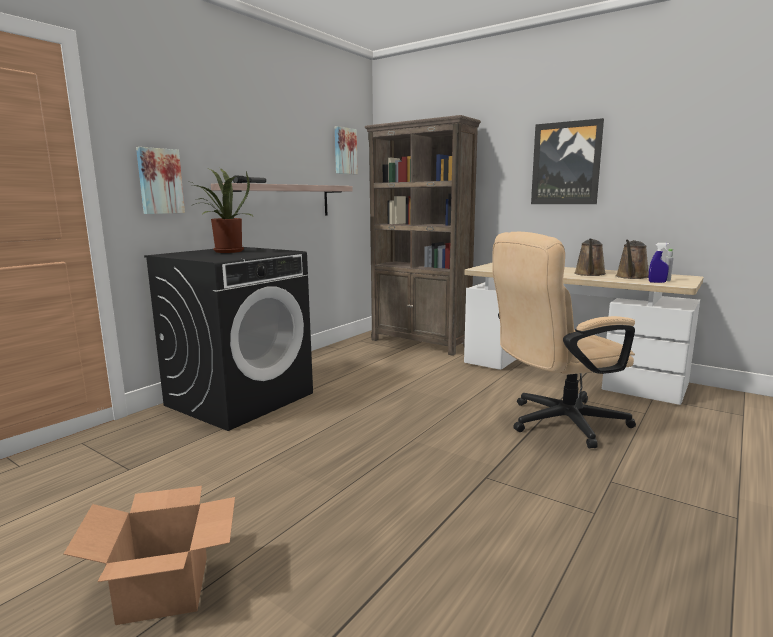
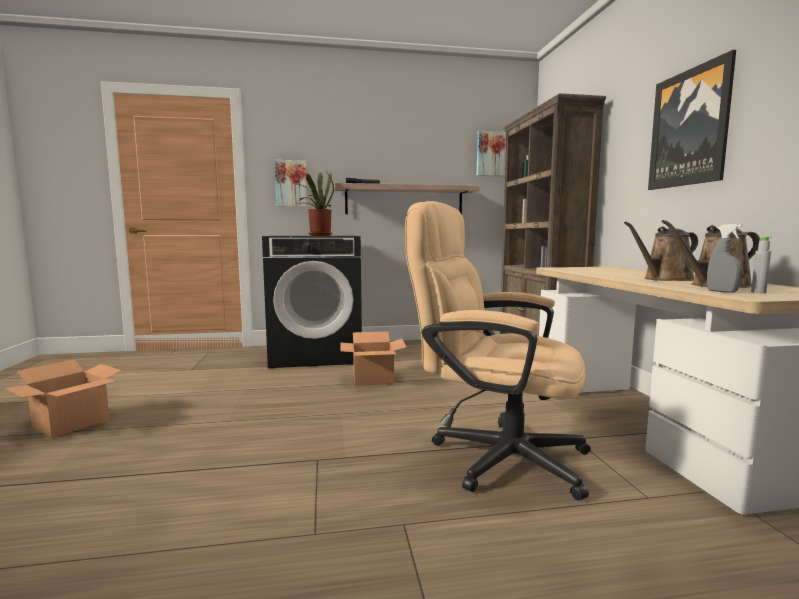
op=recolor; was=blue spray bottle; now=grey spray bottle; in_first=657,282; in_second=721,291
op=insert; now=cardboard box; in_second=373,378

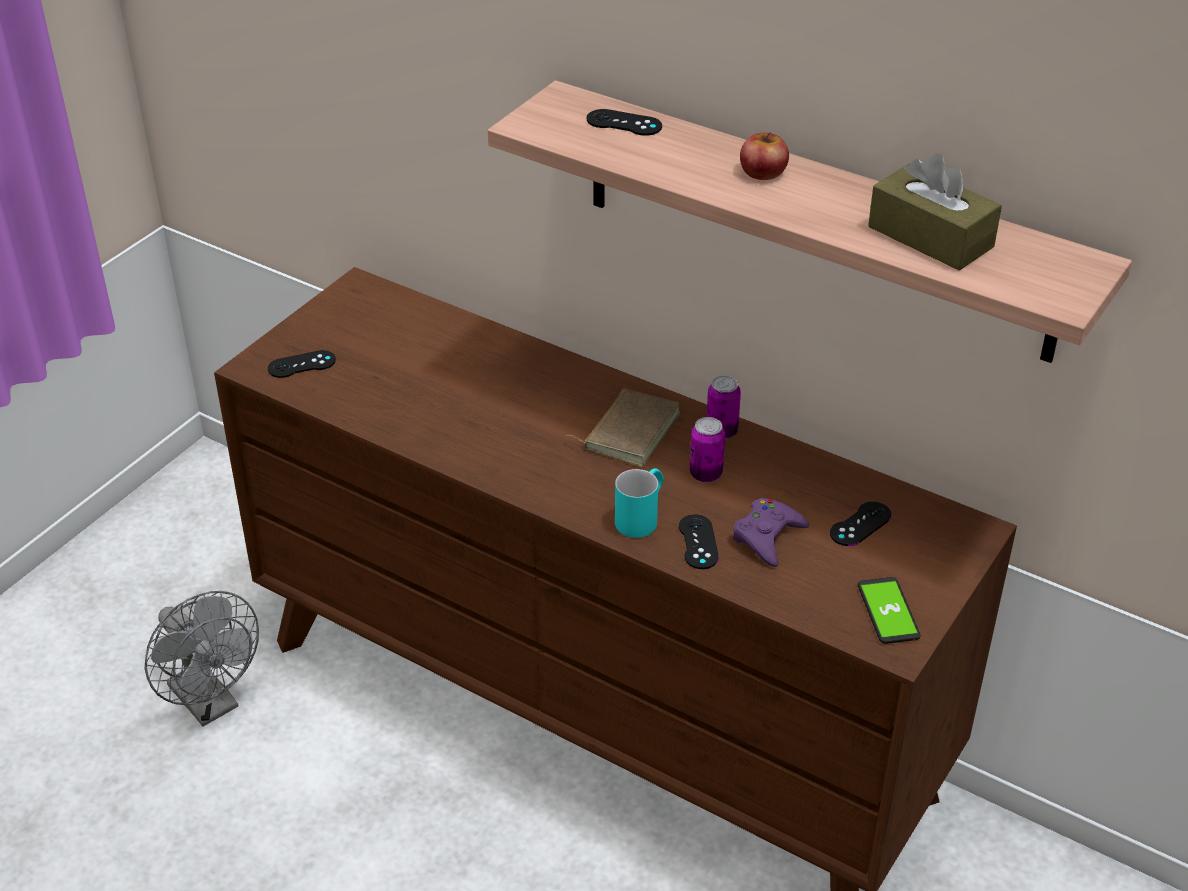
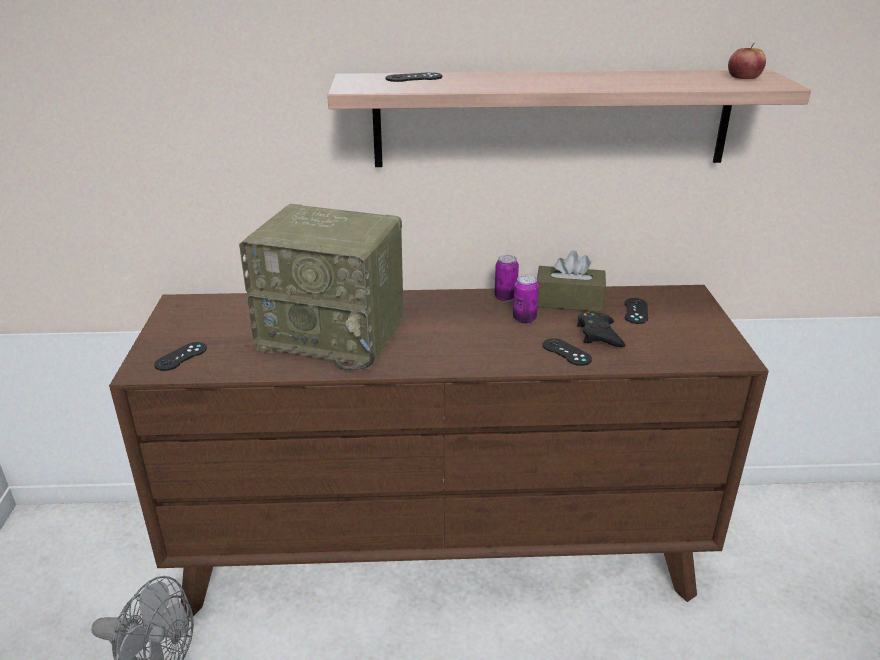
op=move; was=apple; in_first=763,171; in_second=744,77
op=move; was=brown tissue box; in_first=930,237; in_second=569,301
op=delete; was=brown book; in_first=629,430
op=delete; was=turquoise mug; in_first=642,517
op=recolor; was=purple game controller; now=black game controller; in_first=767,537; in_second=599,335
op=delete; was=phone; in_first=888,611
op=insert; now=radio; in_second=335,335

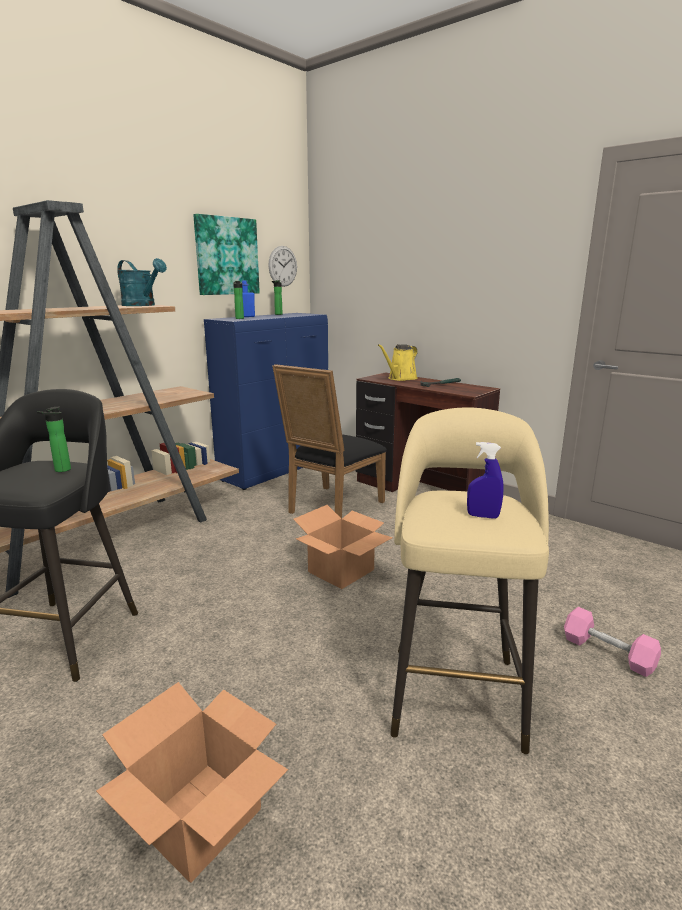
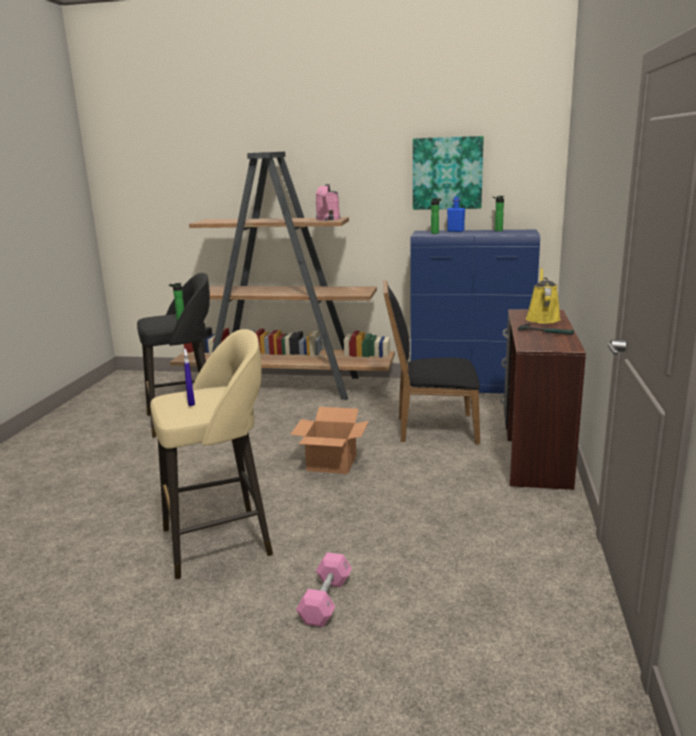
op=delete; was=wall clock; in_first=283,266
op=recolor; was=turquoise watering can; now=pink watering can; in_first=142,305; in_second=327,219
op=rotate; was=yellow watering can; in_first=400,378; in_second=542,318; clockwise=90
op=delete; was=cardboard box; in_first=200,816

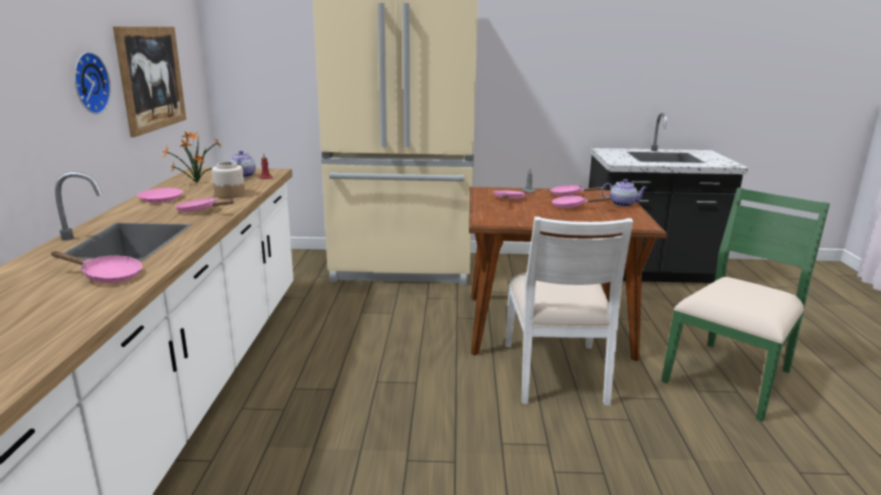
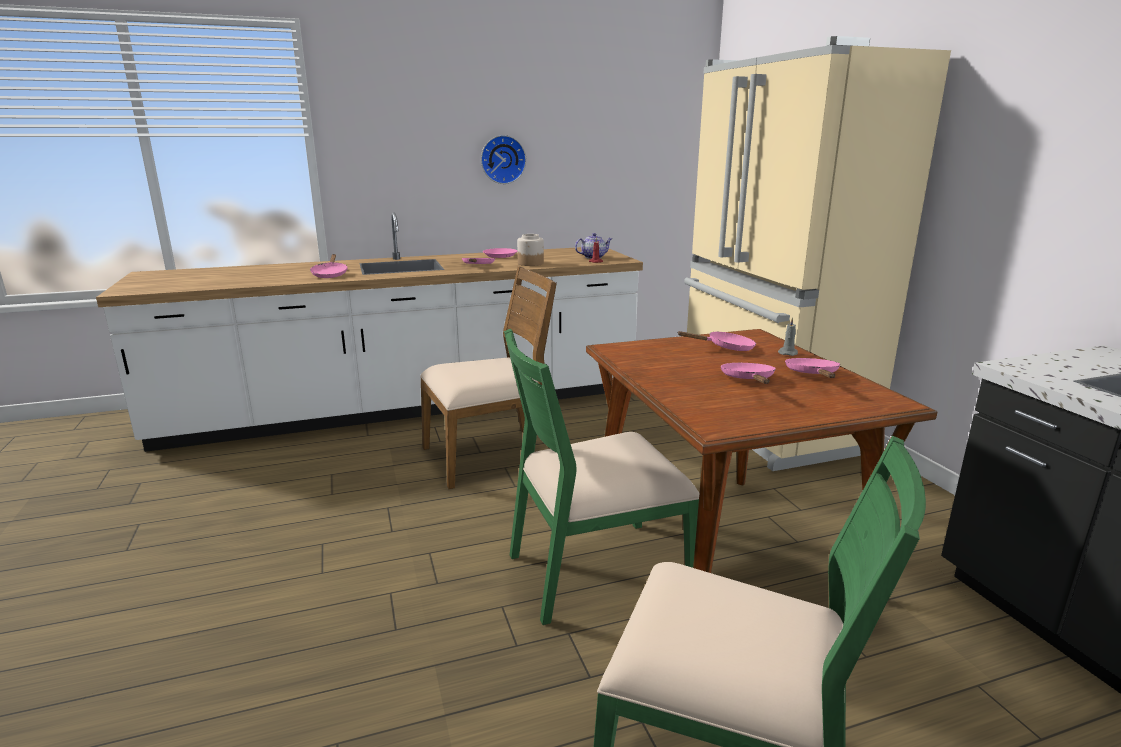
op=delete; was=picture; in_first=151,78
op=delete; was=potted plant; in_first=195,183
op=delete; was=teapot; in_first=623,204
op=recolor; was=white chair; now=green chair; in_first=556,373; in_second=596,571
op=insert; now=brown chair; in_second=490,455

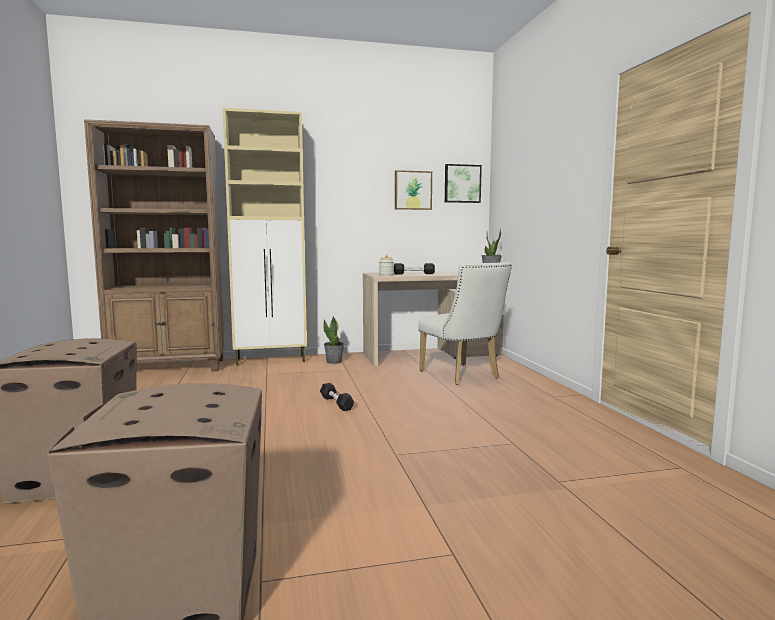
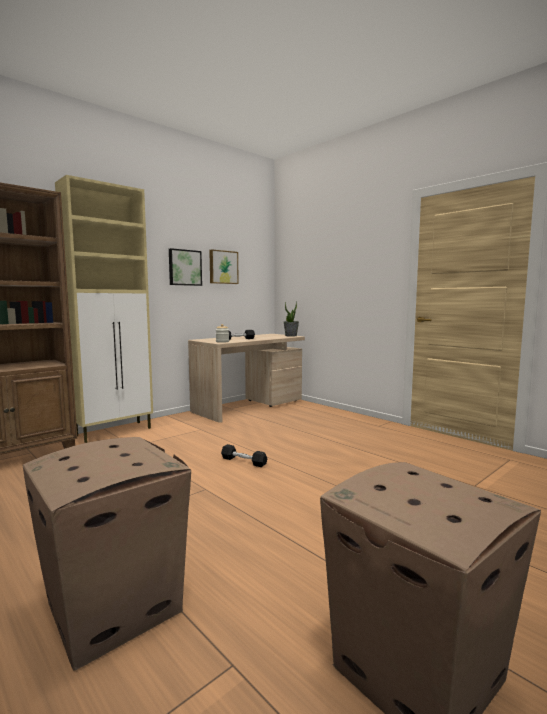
op=move; was=picture; in_first=462,184; in_second=184,267
op=delete; was=white chair; in_first=463,376
op=delete; was=potted plant; in_first=334,362

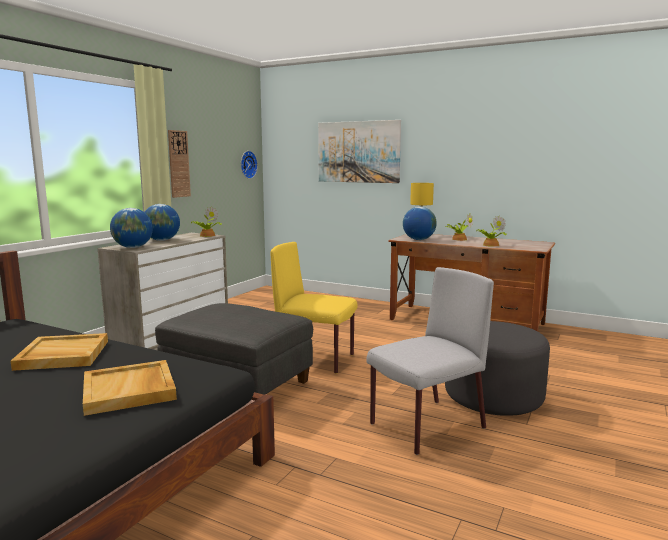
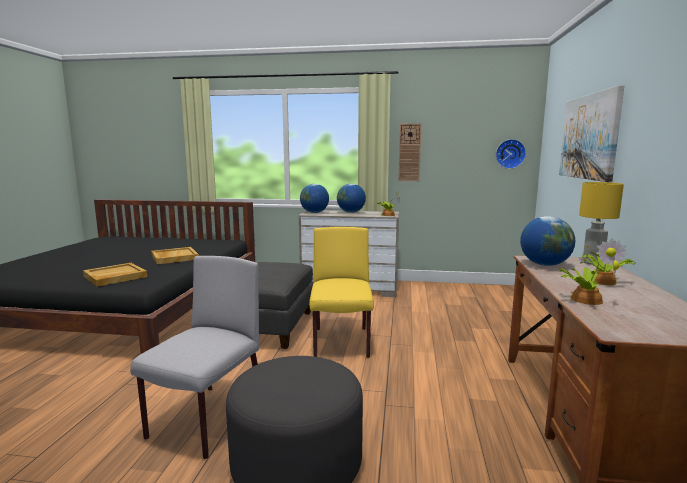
op=rotate; was=grey chair; in_first=426,426; in_second=207,421; clockwise=-105

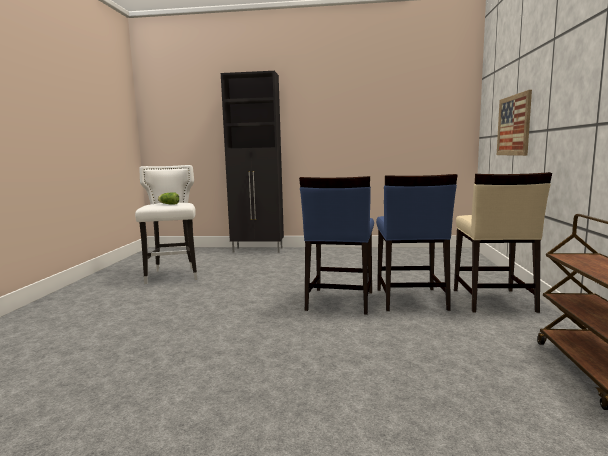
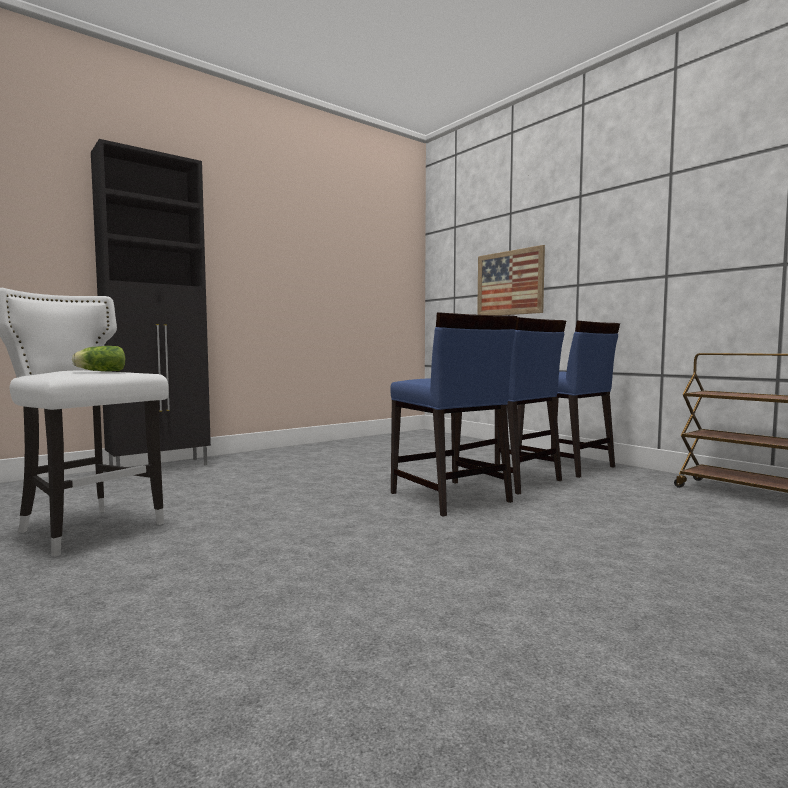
op=recolor; was=beige chair; now=blue chair; in_first=493,301; in_second=565,466

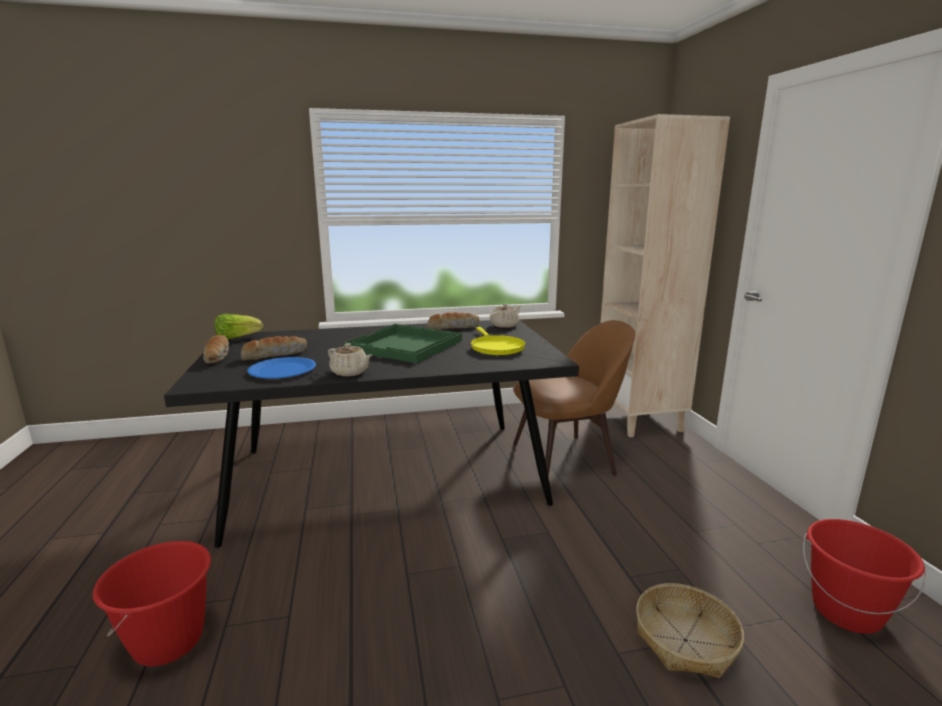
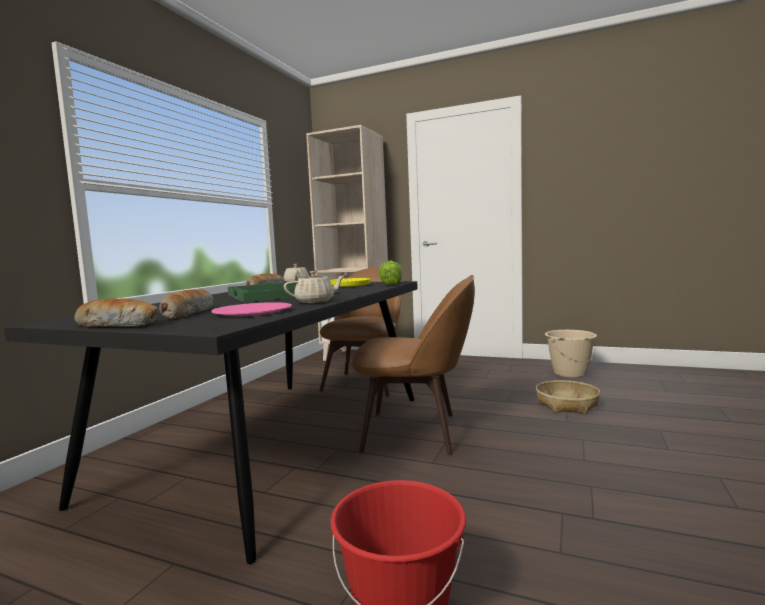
op=move; was=lettuce; in_first=237,338; in_second=392,284
op=recolor; was=blue plate; now=pink plate; in_first=282,370; in_second=252,312
op=recolor; was=red bucket; now=beige bucket; in_first=846,612; in_second=569,373
op=insert; now=brown chair; in_second=415,432

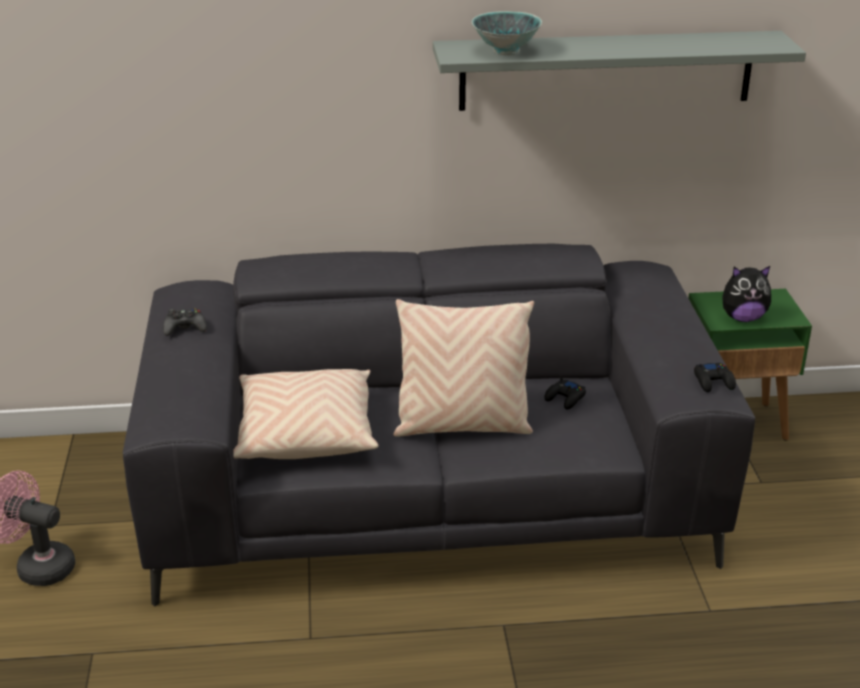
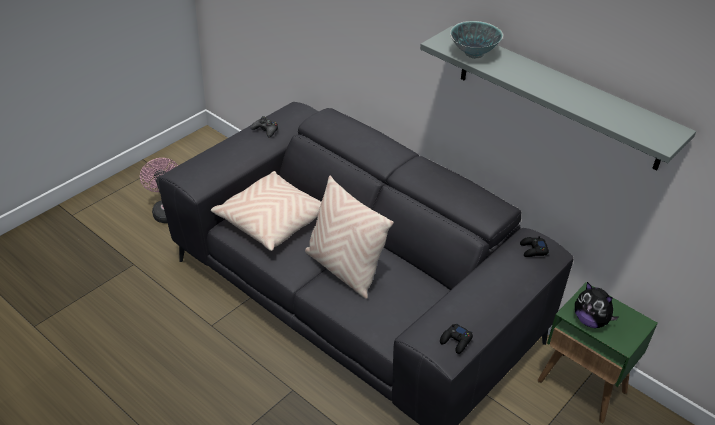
op=move; was=black game controller; in_first=565,398; in_second=533,250

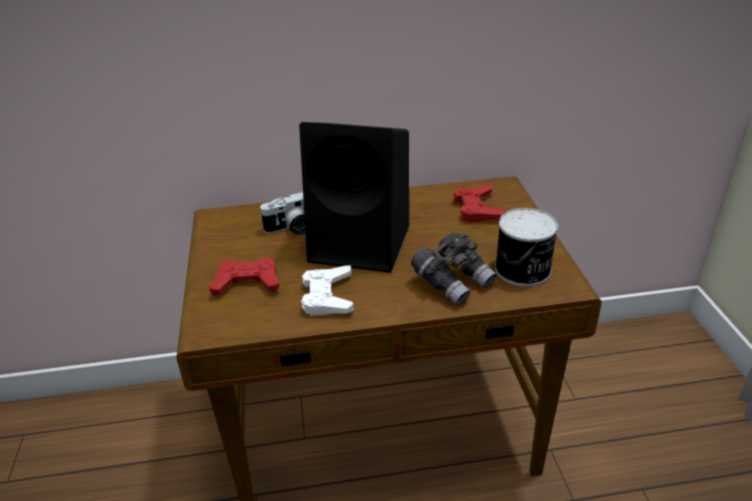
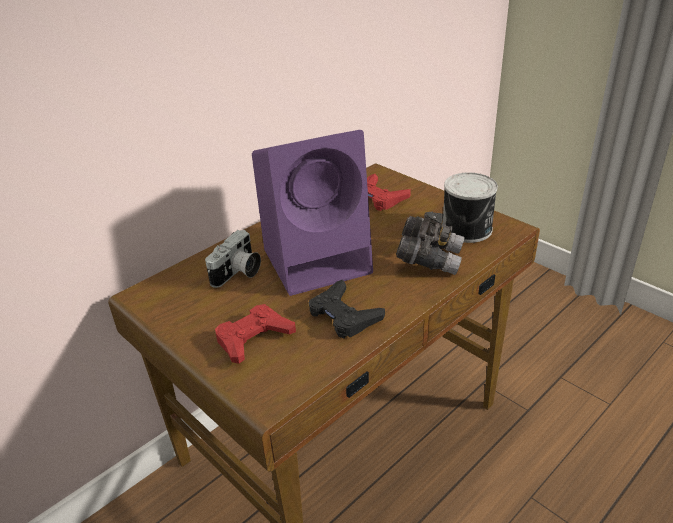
op=recolor; was=black speaker; now=purple speaker; in_first=363,243; in_second=319,260
op=recolor; was=white game controller; now=black game controller; in_first=327,296; in_second=344,315

